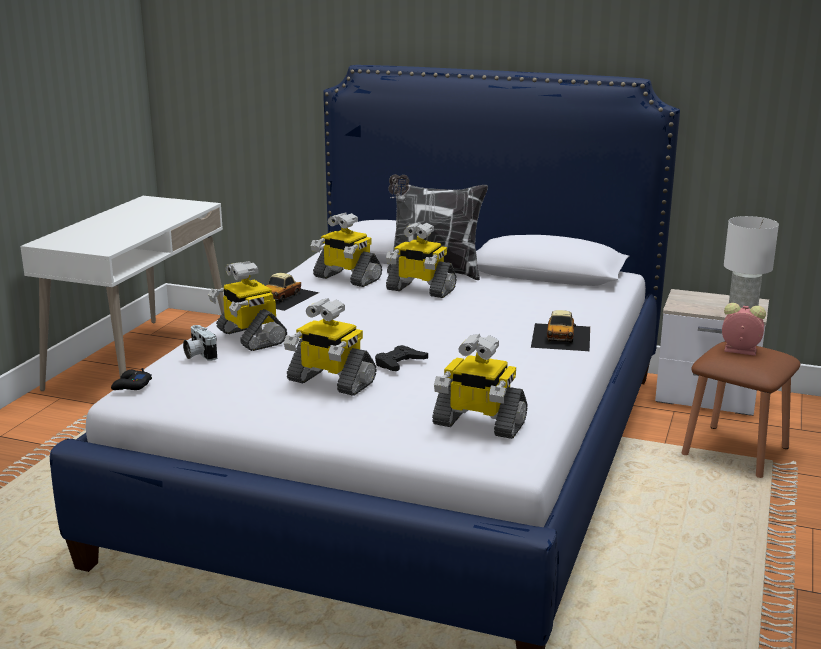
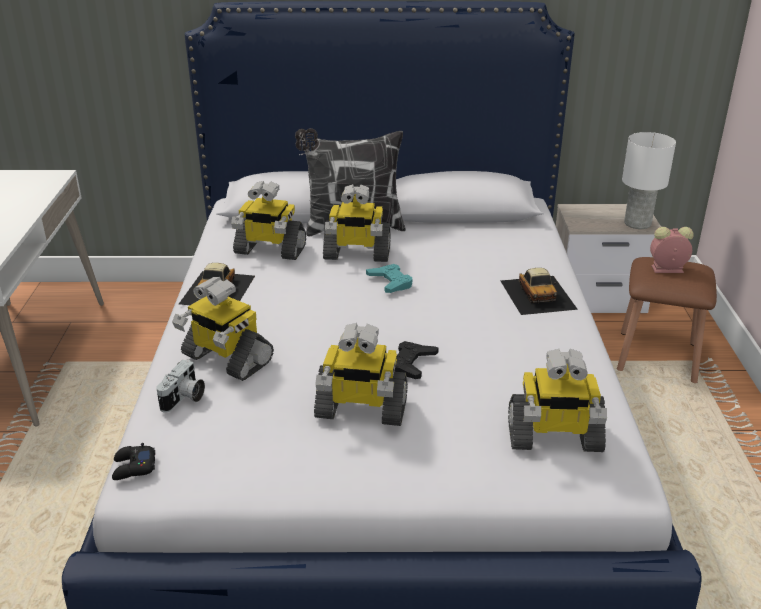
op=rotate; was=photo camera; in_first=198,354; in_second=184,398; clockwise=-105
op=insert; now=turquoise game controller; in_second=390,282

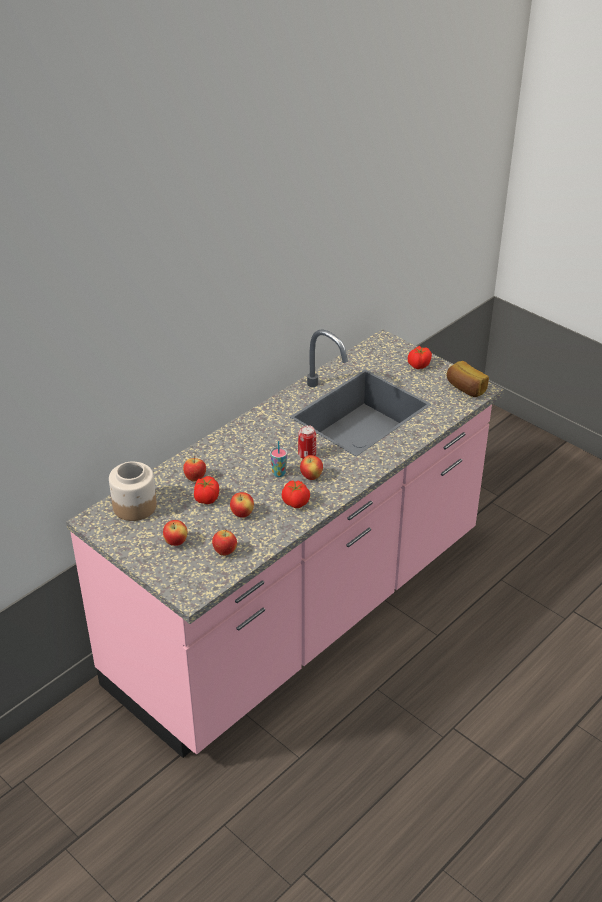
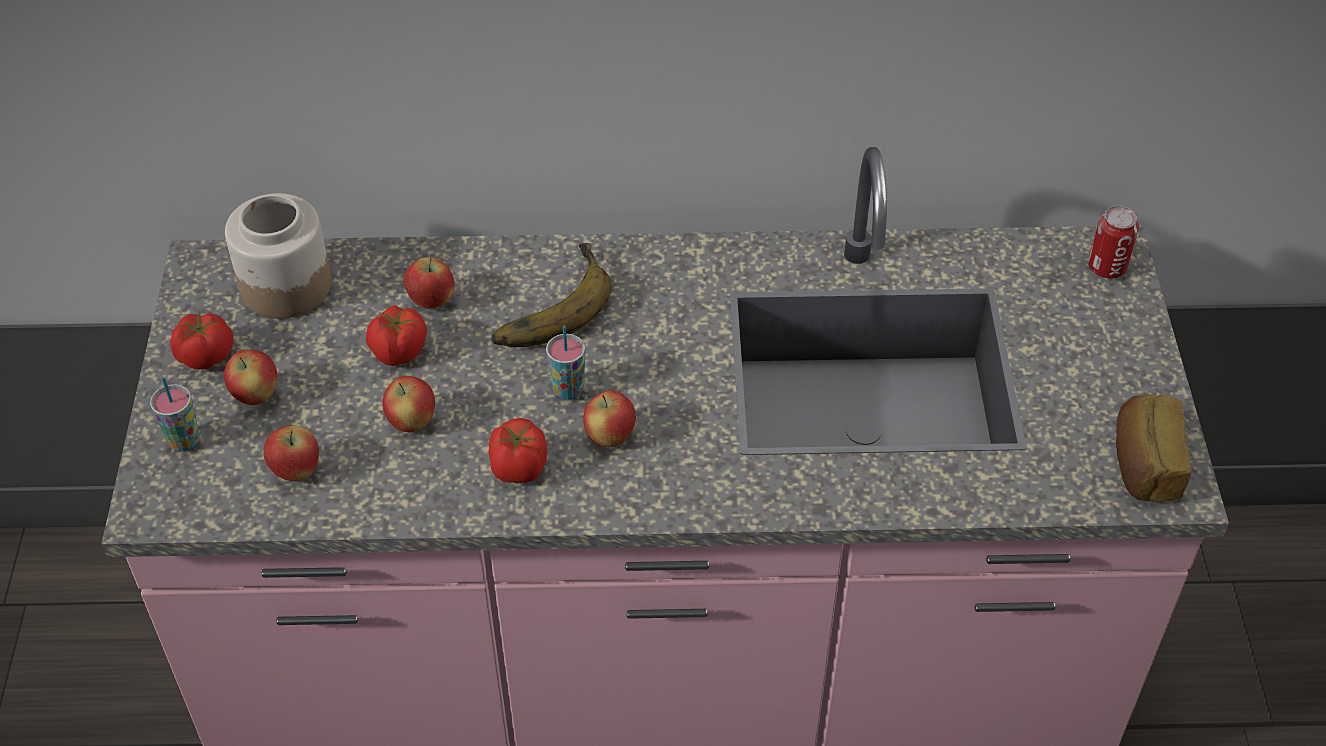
op=move; was=tomato; in_first=418,365; in_second=206,356
op=move; was=can; in_first=307,455; in_second=1106,267
op=insert; now=banana; in_second=546,305
op=insert; now=cup; in_second=184,440

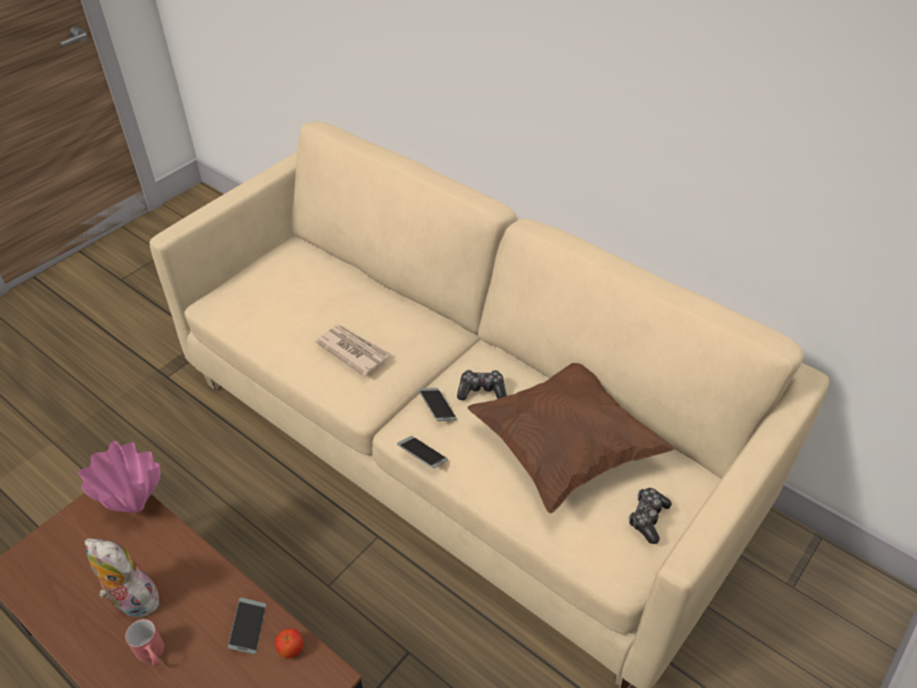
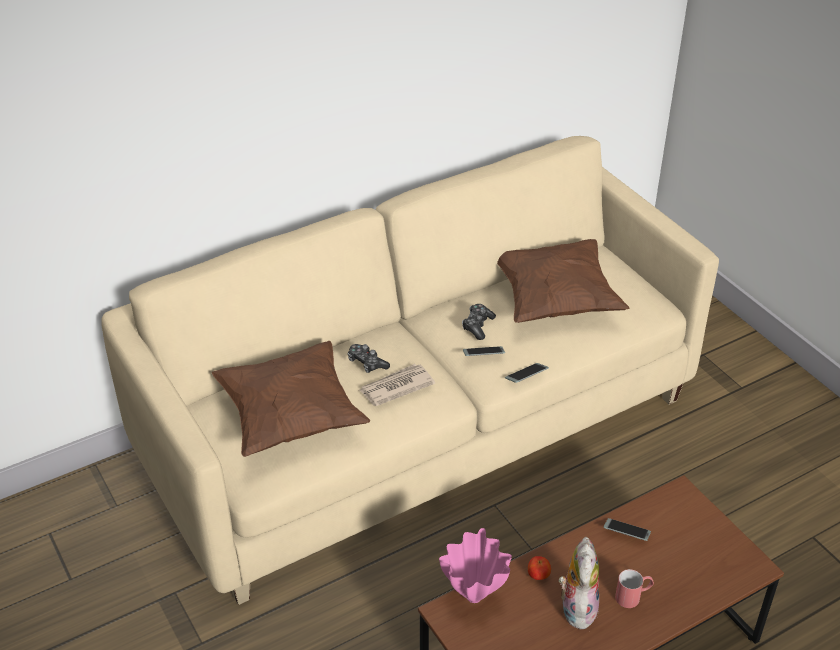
op=move; was=game controller; in_first=647,518; in_second=367,363
op=rotate; was=plush toy; in_first=131,600; in_second=576,607; clockwise=135
op=move; was=apple; in_first=290,649; in_second=538,575
op=insert; now=brown pillow; in_second=291,417

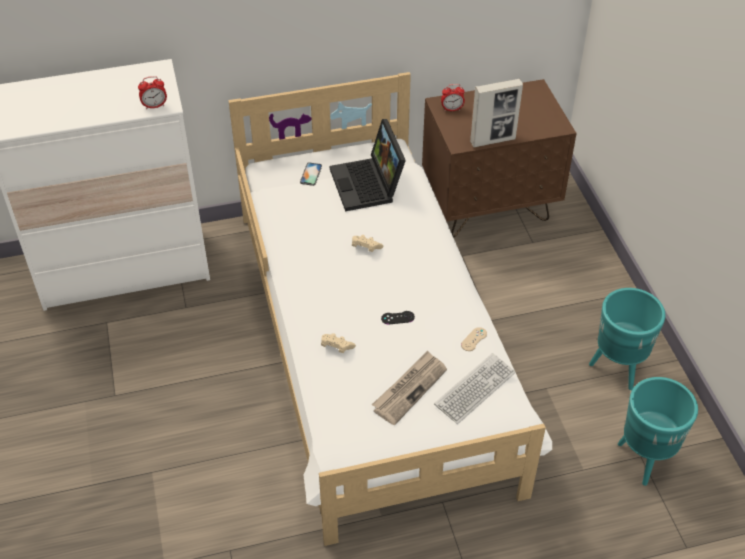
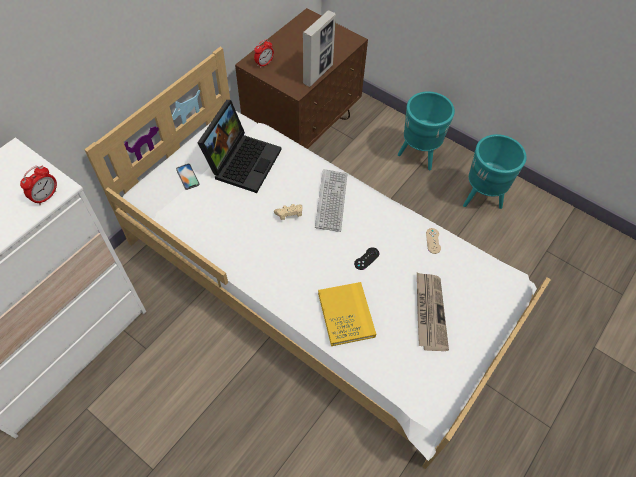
op=rotate; was=laptop; in_first=368,185; in_second=242,160; clockwise=-105
op=replace; was=beige game controller; now=yellow book; in_first=336,347; in_second=346,315
op=move; was=keyboard; in_first=475,389; in_second=331,201
op=move; was=turquoise planter; in_first=643,460; in_second=418,156

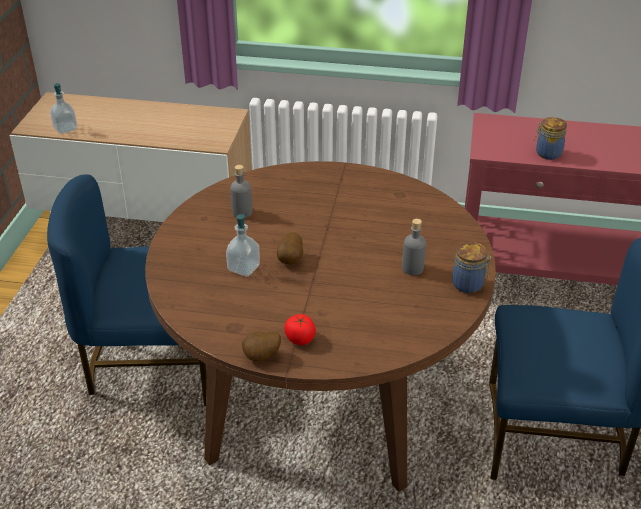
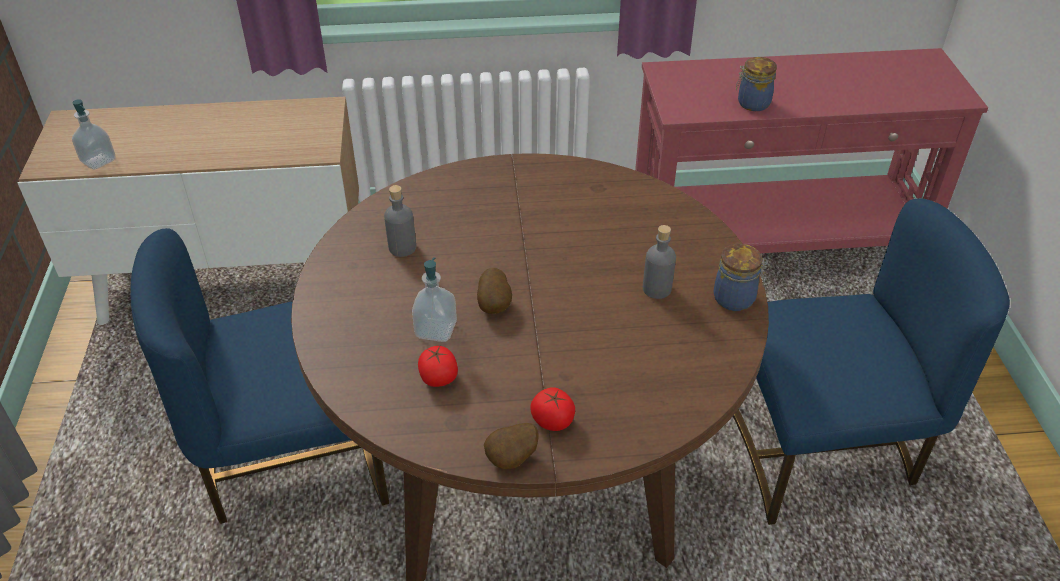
op=insert; now=tomato; in_second=438,378

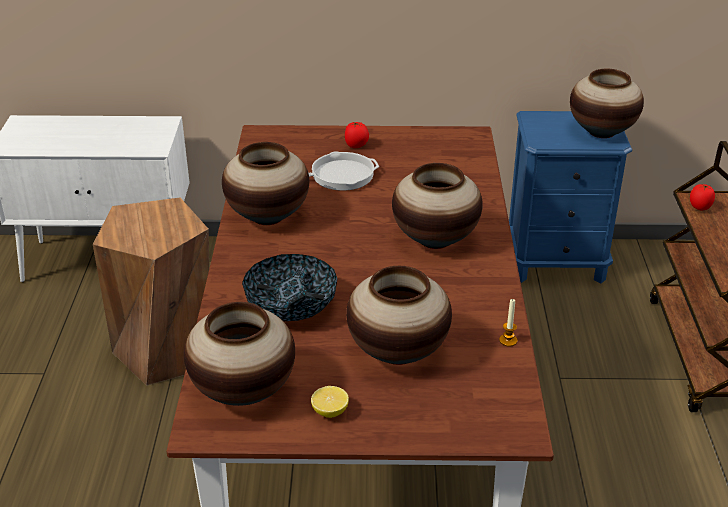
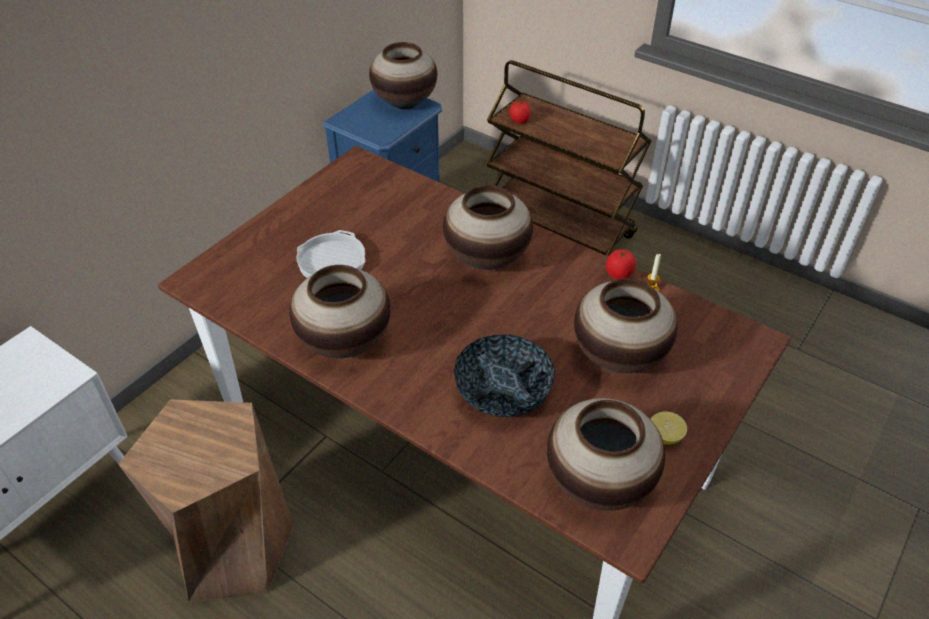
op=move; was=tomato; in_first=356,146; in_second=619,275

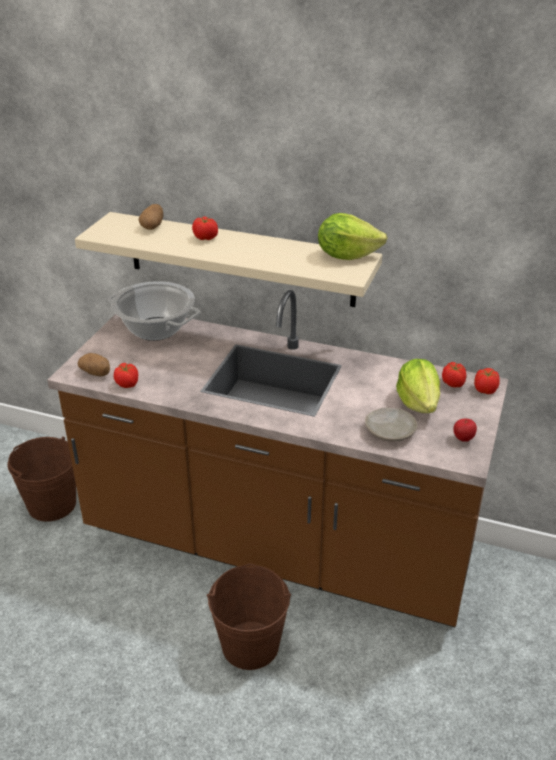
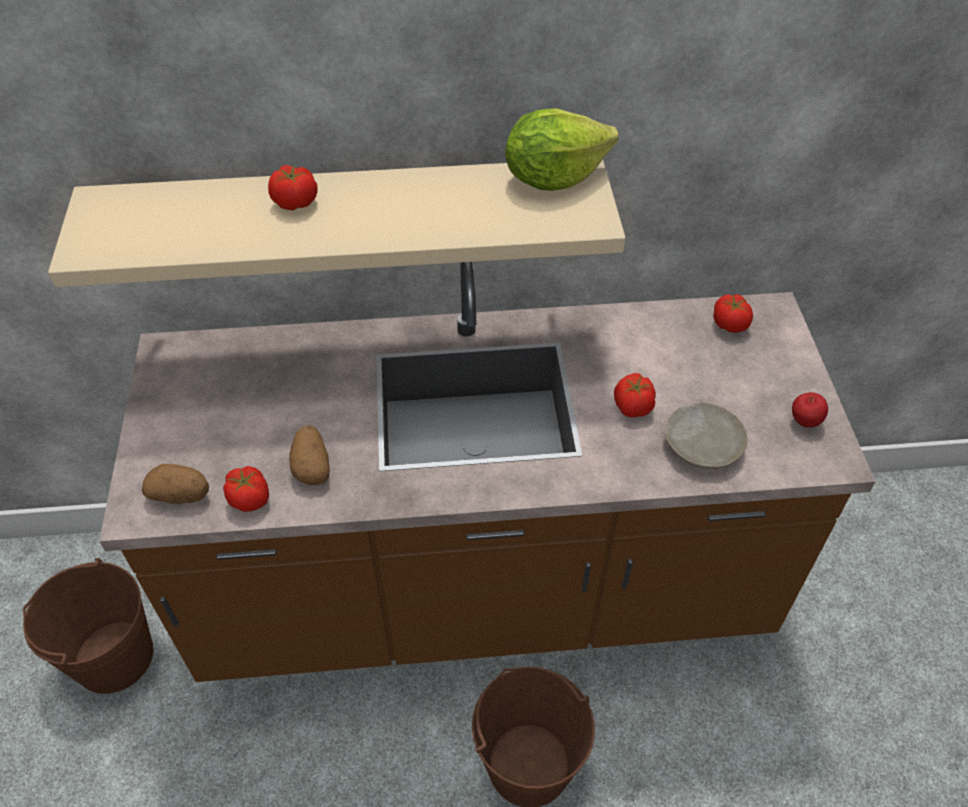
op=move; was=potato; in_first=153,226; in_second=312,466
op=delete; was=cooking pot; in_first=155,329
op=delete; was=lettuce; in_first=418,403
op=move; was=tomato; in_first=484,390; in_second=632,407

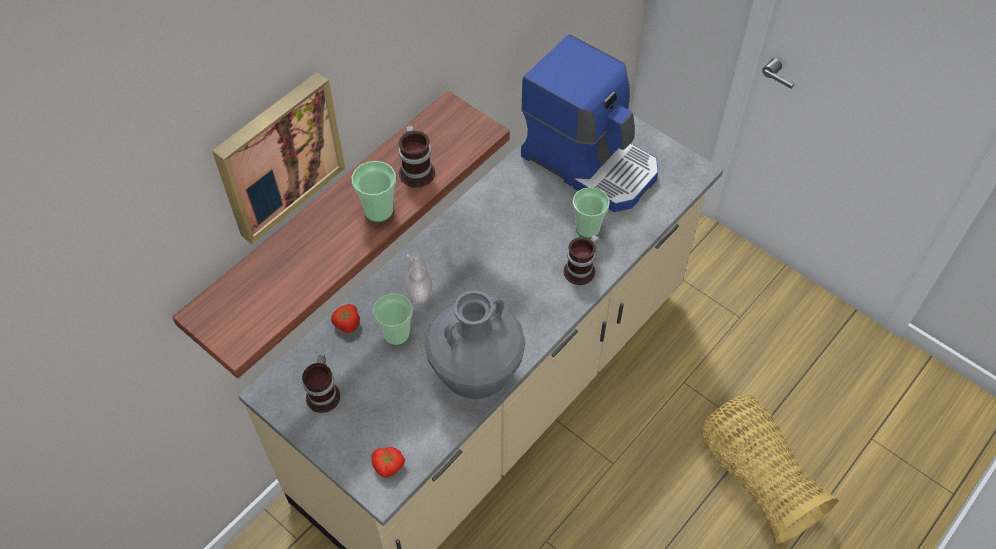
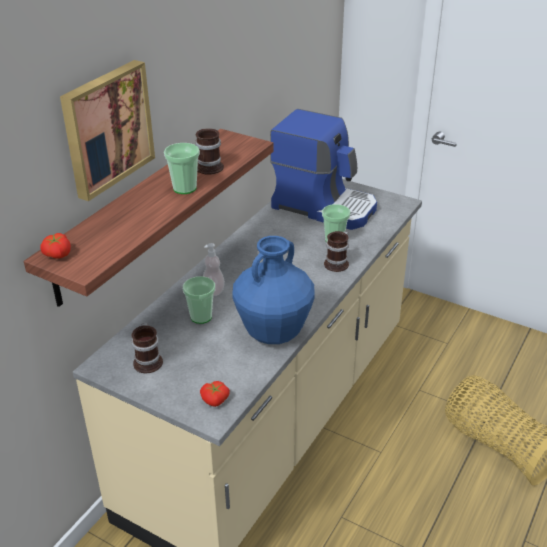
op=recolor; was=grey vase; now=blue vase; in_first=475,376; in_second=273,334
op=move; was=tomato; in_first=346,323; in_second=57,254

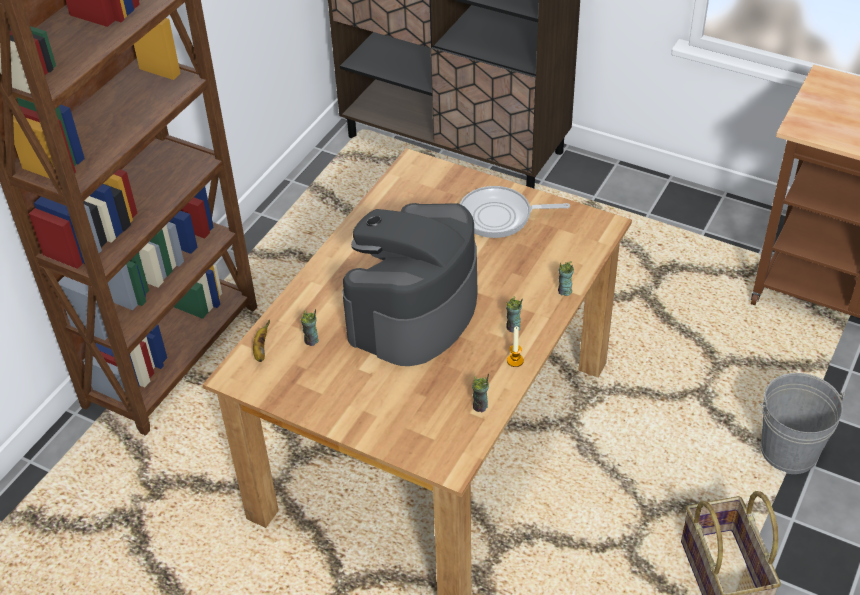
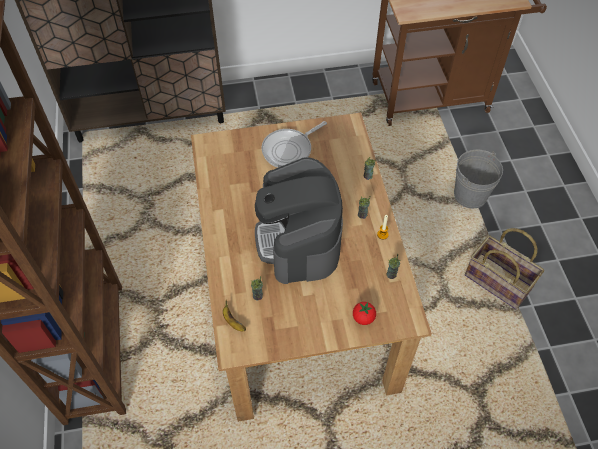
op=insert; now=tomato; in_second=363,318

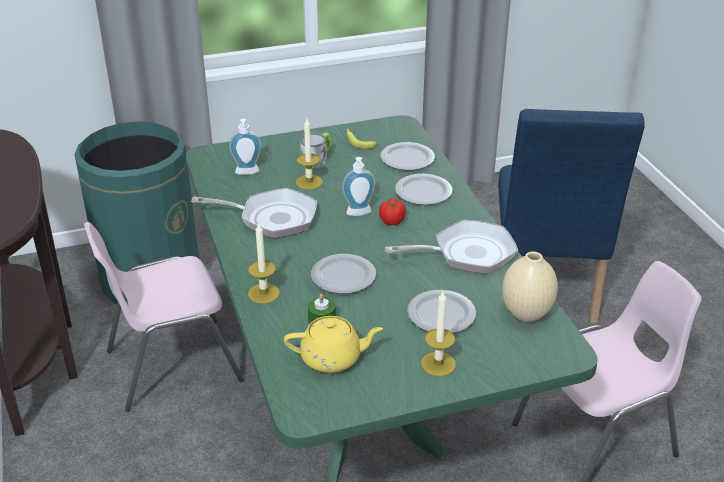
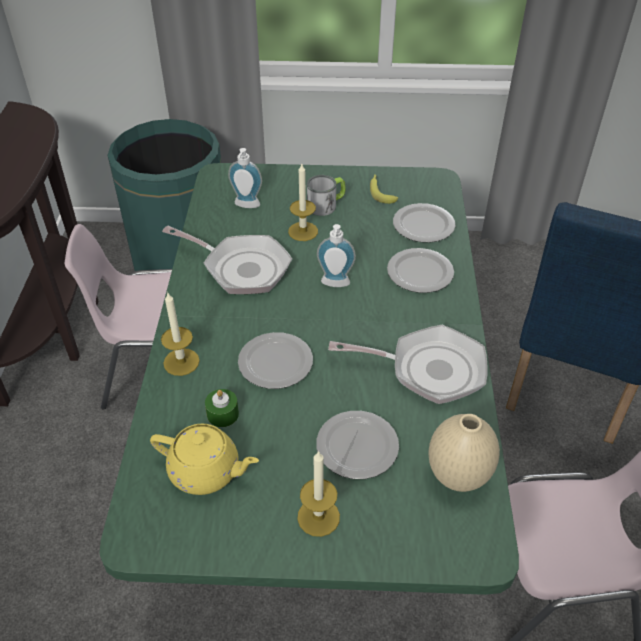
op=delete; was=tomato; in_first=392,221

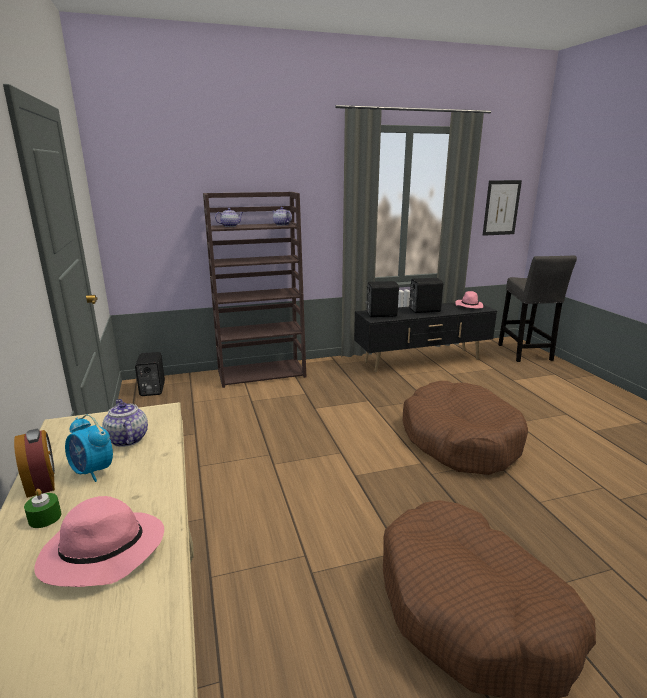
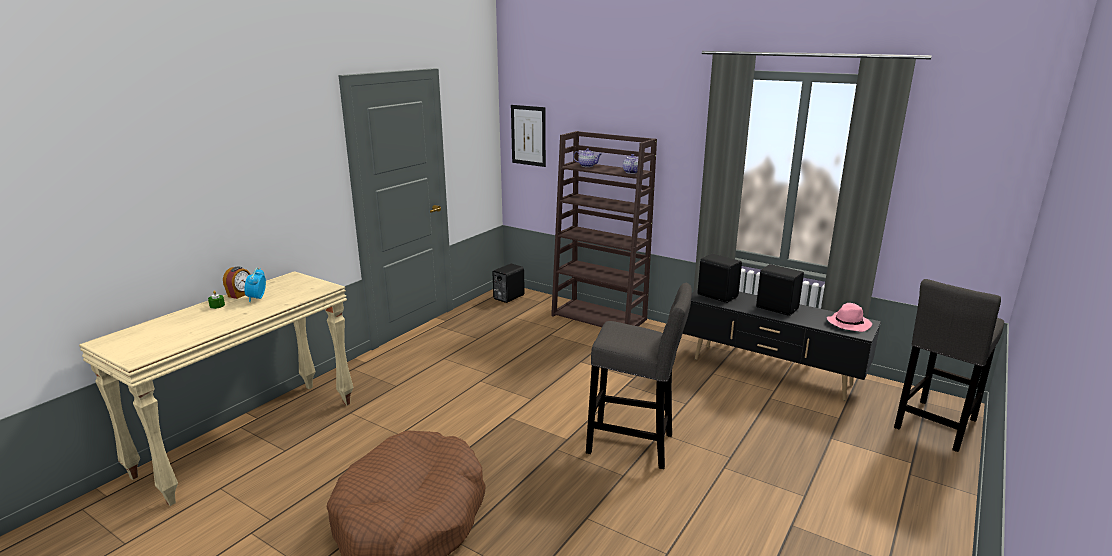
op=move; was=picture; in_first=501,208; in_second=528,135
op=replace; was=brown dog bed; now=grey stool; in_first=460,440; in_second=635,445
op=delete; was=teapot; in_first=127,439
op=delete; was=pink hat; in_first=101,553

